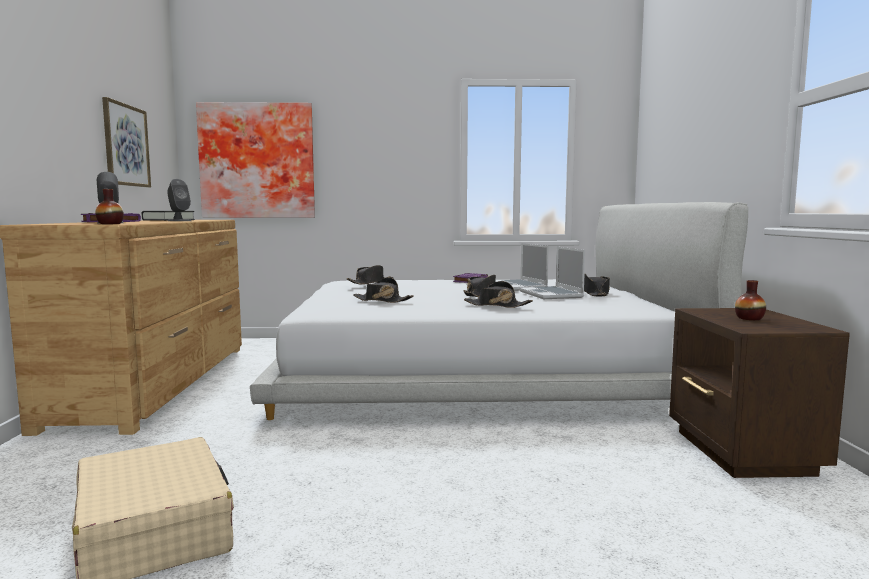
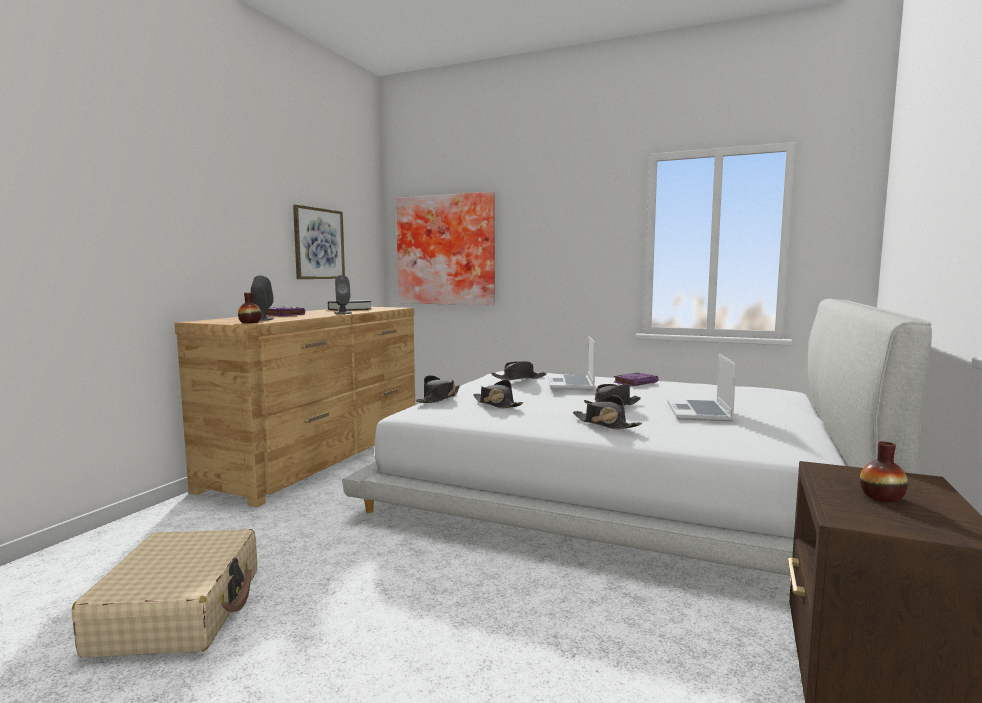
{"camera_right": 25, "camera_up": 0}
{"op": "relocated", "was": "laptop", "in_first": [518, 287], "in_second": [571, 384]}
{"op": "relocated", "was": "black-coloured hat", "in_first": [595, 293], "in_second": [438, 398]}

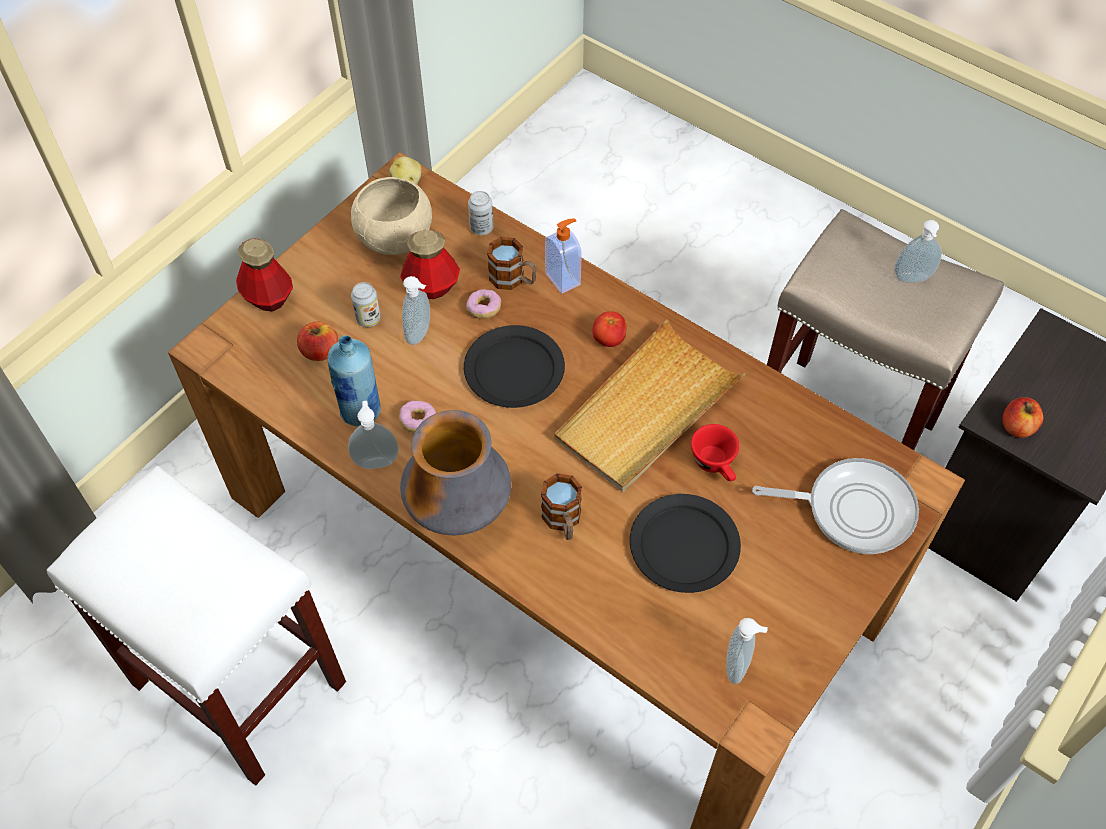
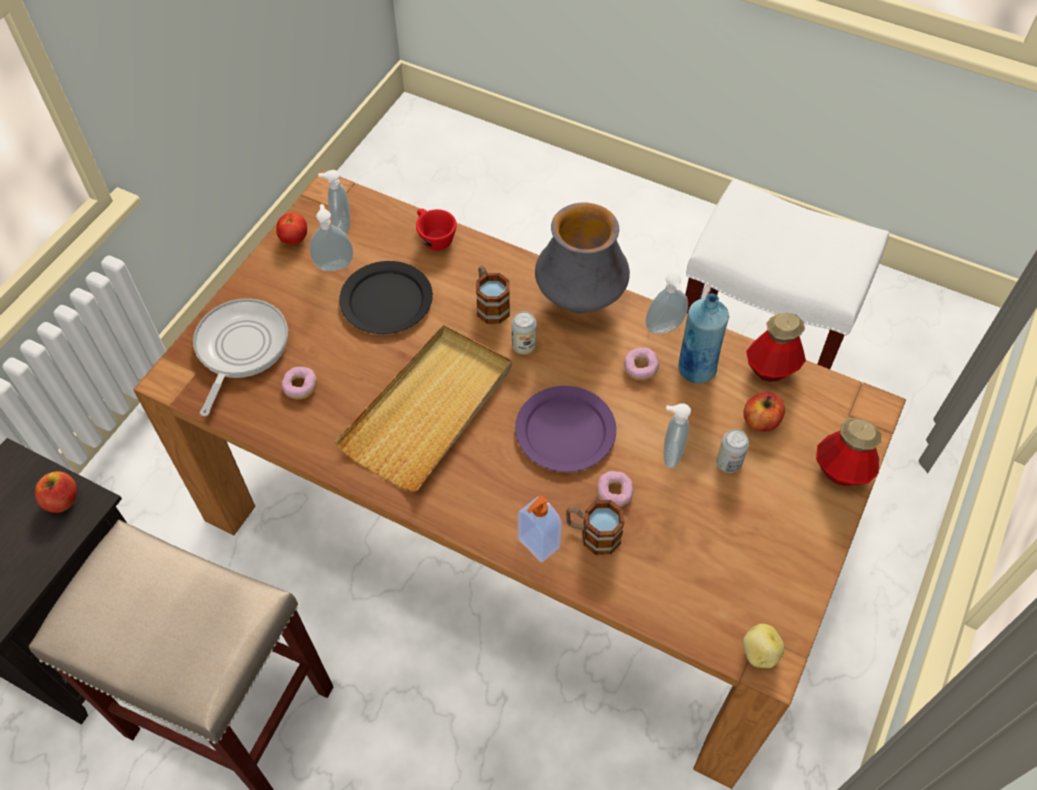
{"camera_right": 170, "camera_up": 0}
{"op": "missing", "was": "beige-coloured bowl", "in_first": [396, 237]}
{"op": "relocated", "was": "bottle", "in_first": [431, 287], "in_second": [771, 368]}
{"op": "colour", "was": "black-coloured dinner plate", "now": "purple dinner plate", "in_first": [515, 370], "in_second": [564, 431]}
{"op": "relocated", "was": "can", "in_first": [481, 228], "in_second": [524, 346]}
{"op": "relocated", "was": "fresh tomato", "in_first": [608, 339], "in_second": [294, 239]}
{"op": "relocated", "was": "red-coloured cup", "in_first": [716, 465], "in_second": [433, 238]}
{"op": "spun", "was": "frying pan", "in_first": [853, 509], "in_second": [240, 349], "clockwise": 105}
{"op": "relocated", "was": "liquid soap bottle", "in_first": [912, 279], "in_second": [334, 264]}
{"op": "appeared", "now": "ring doughnut", "in_second": [300, 387]}

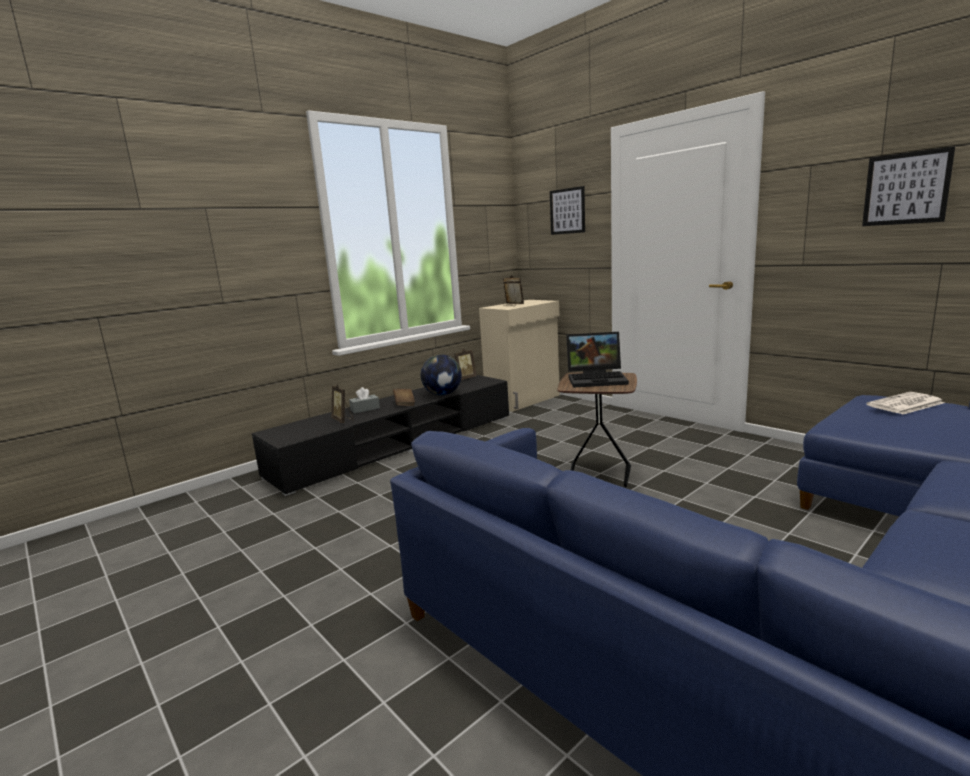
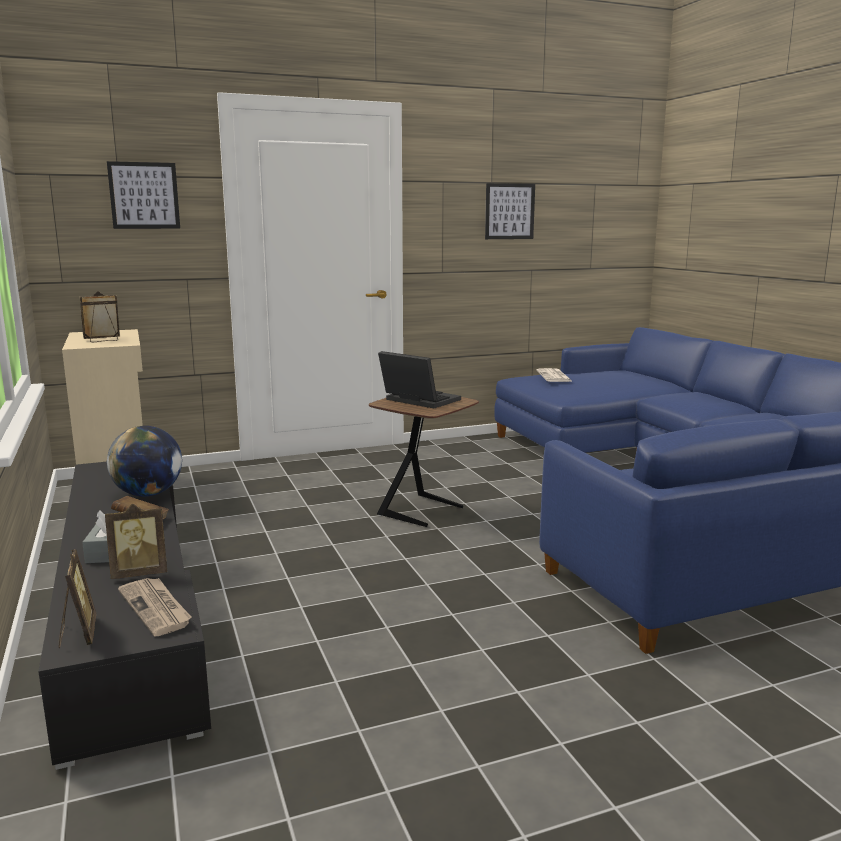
{"camera_right": -70, "camera_up": 0}
{"op": "relocated", "was": "picture frame", "in_first": [465, 378], "in_second": [78, 634]}
{"op": "spun", "was": "laptop", "in_first": [598, 379], "in_second": [417, 400], "clockwise": -75}
{"op": "appeared", "now": "printed paper", "in_second": [156, 608]}

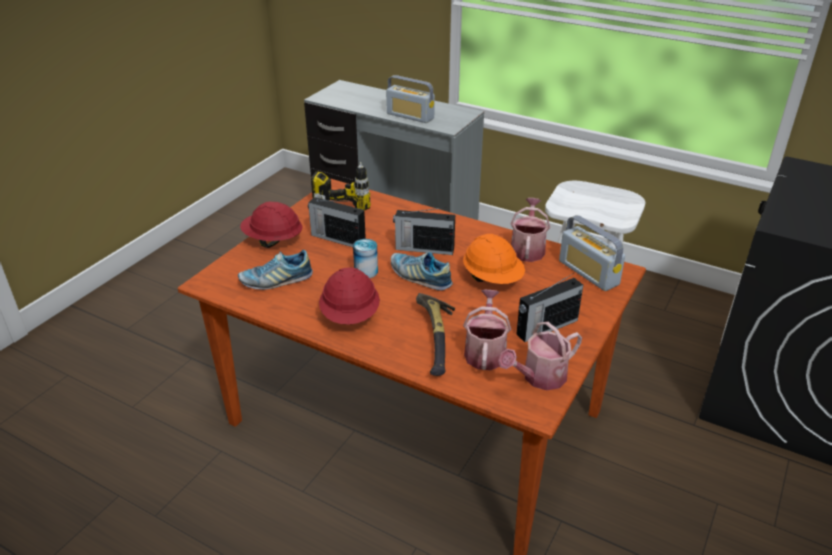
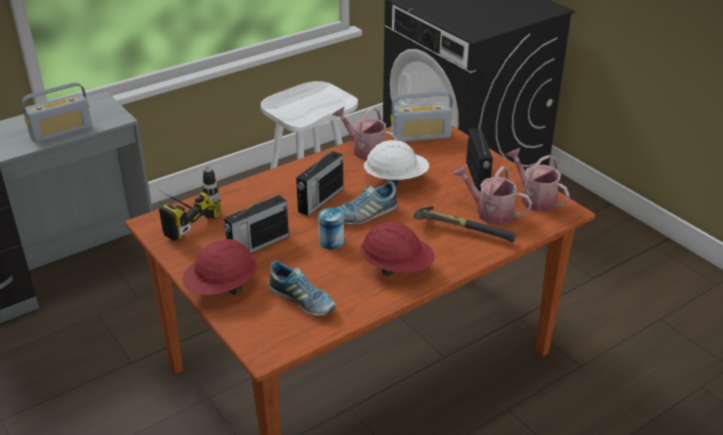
{"camera_right": -65, "camera_up": 0}
{"op": "spun", "was": "item of footwear", "in_first": [276, 280], "in_second": [302, 301], "clockwise": -60}
{"op": "colour", "was": "orange safety helmet", "now": "whitish safety helmet", "in_first": [493, 279], "in_second": [396, 179]}
{"op": "spun", "was": "sprinkling can", "in_first": [539, 378], "in_second": [534, 198], "clockwise": 150}

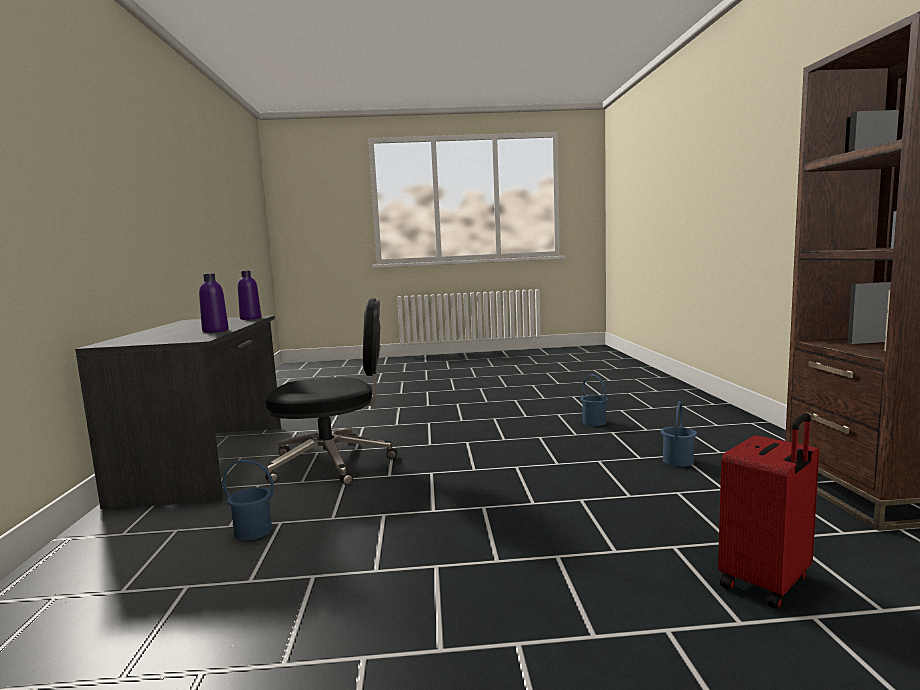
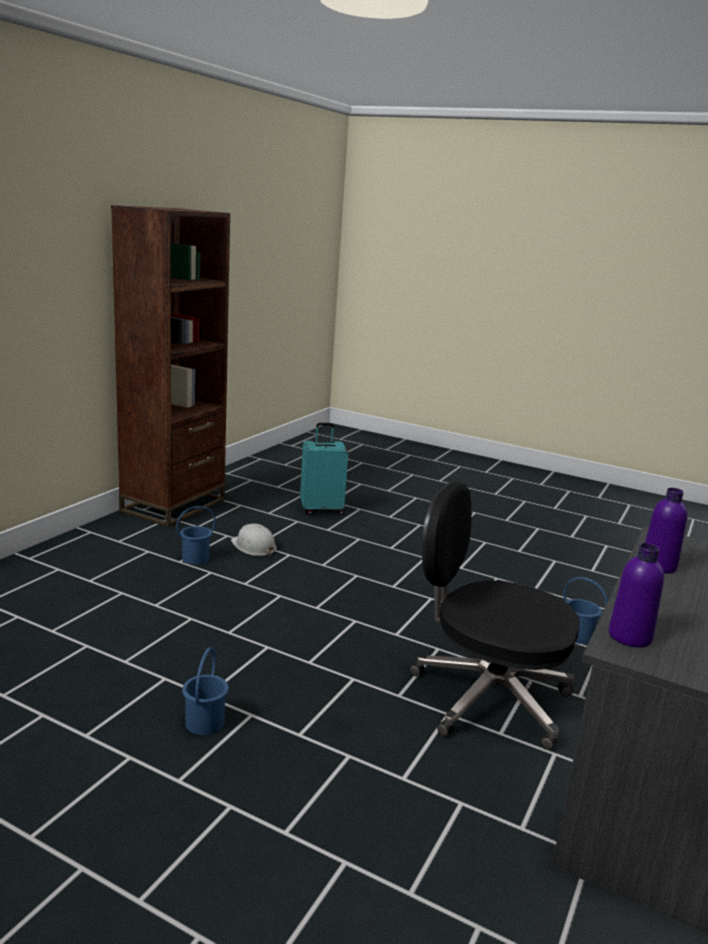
{"camera_right": -150, "camera_up": 10}
{"op": "relocated", "was": "bluish bucket", "in_first": [594, 422], "in_second": [204, 723]}
{"op": "colour", "was": "red-coloured suitcase", "now": "blue-green suitcase", "in_first": [767, 583], "in_second": [321, 509]}
{"op": "appeared", "now": "whitish safety helmet", "in_second": [253, 546]}

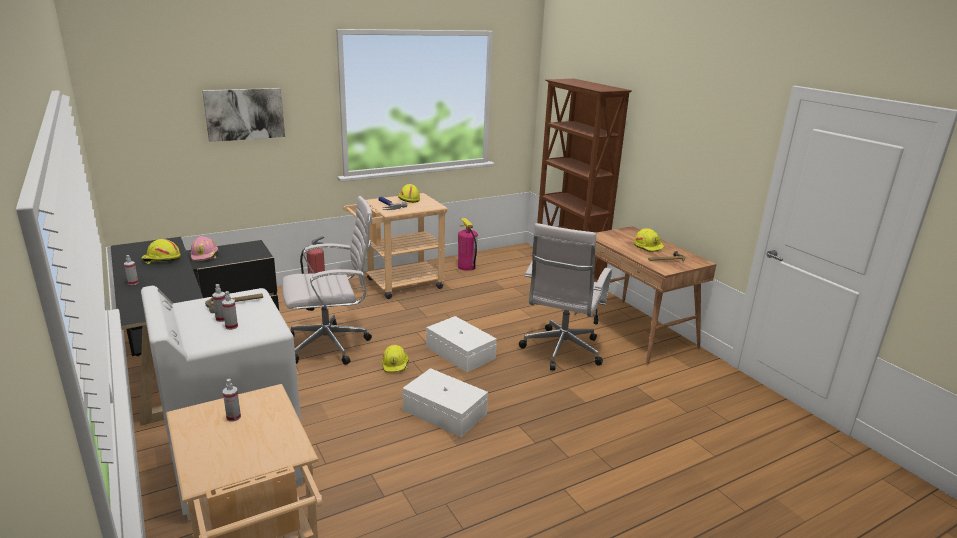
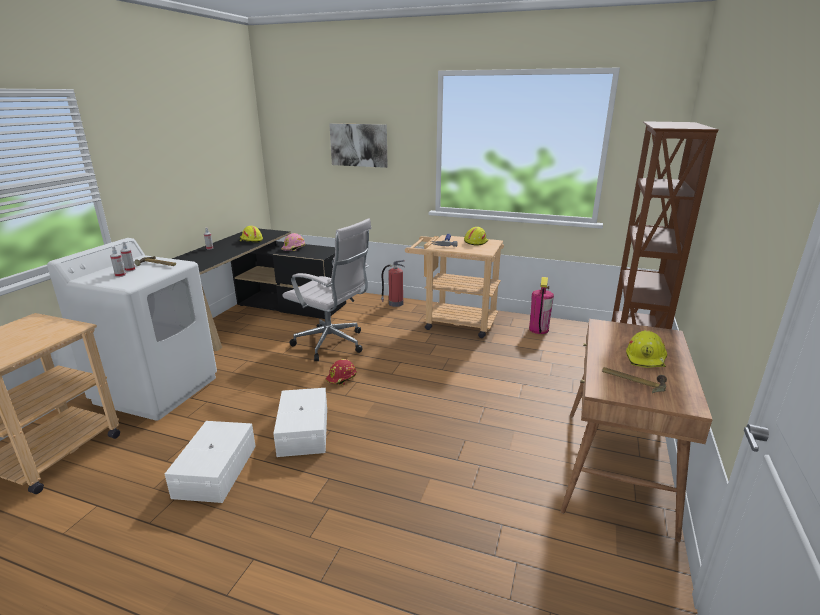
{"camera_right": 50, "camera_up": 0}
{"op": "missing", "was": "hand sprayer", "in_first": [233, 417]}
{"op": "colour", "was": "yellow safety helmet", "now": "red-coloured safety helmet", "in_first": [395, 365], "in_second": [341, 378]}
{"op": "relocated", "was": "whitish storage container", "in_first": [460, 352], "in_second": [217, 470]}
{"op": "missing", "was": "whitish office chair", "in_first": [561, 352]}

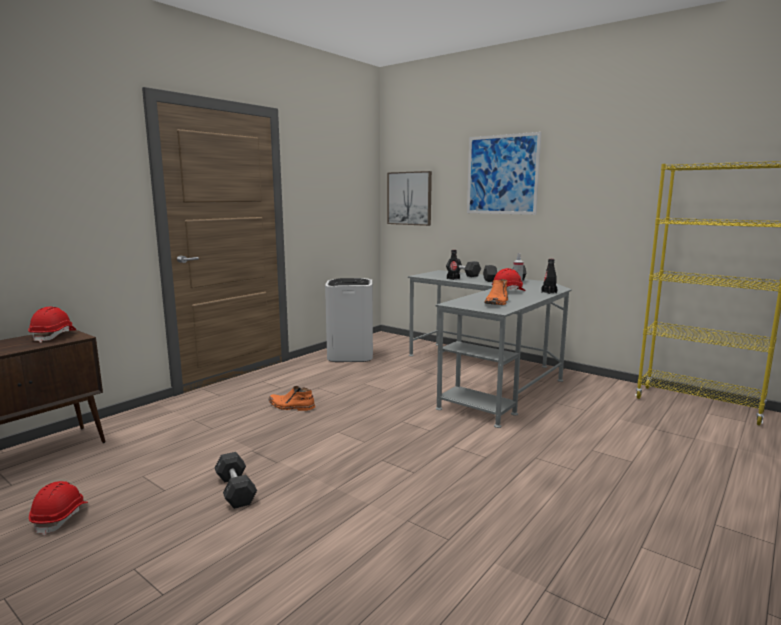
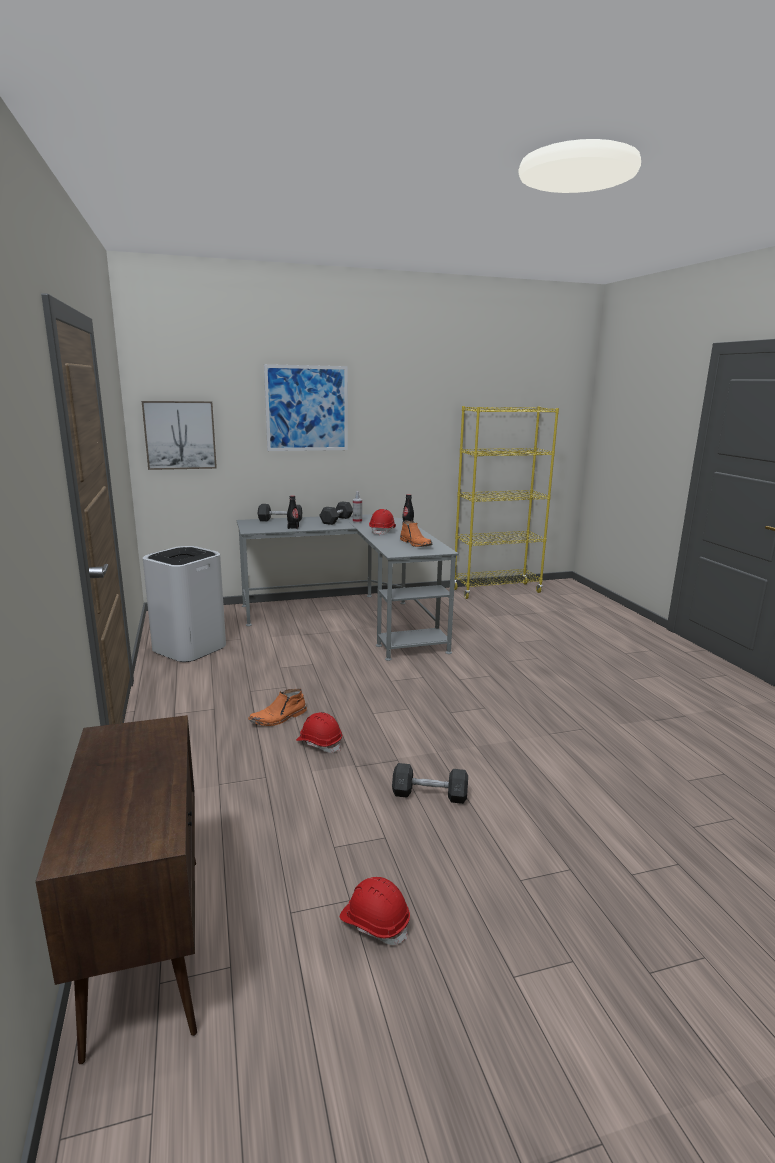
{"camera_right": -55, "camera_up": 5}
{"op": "relocated", "was": "red-coloured safety helmet", "in_first": [54, 336], "in_second": [319, 743]}

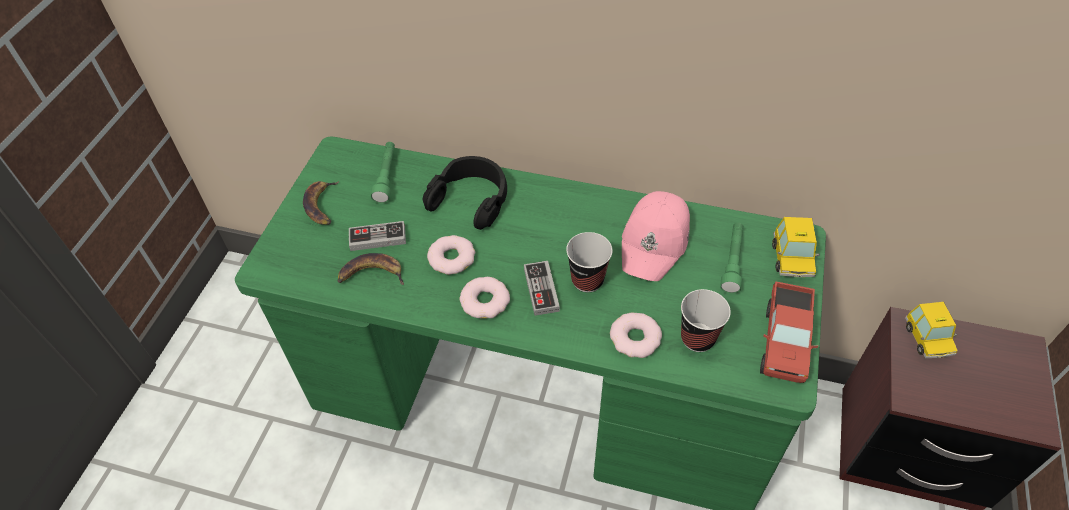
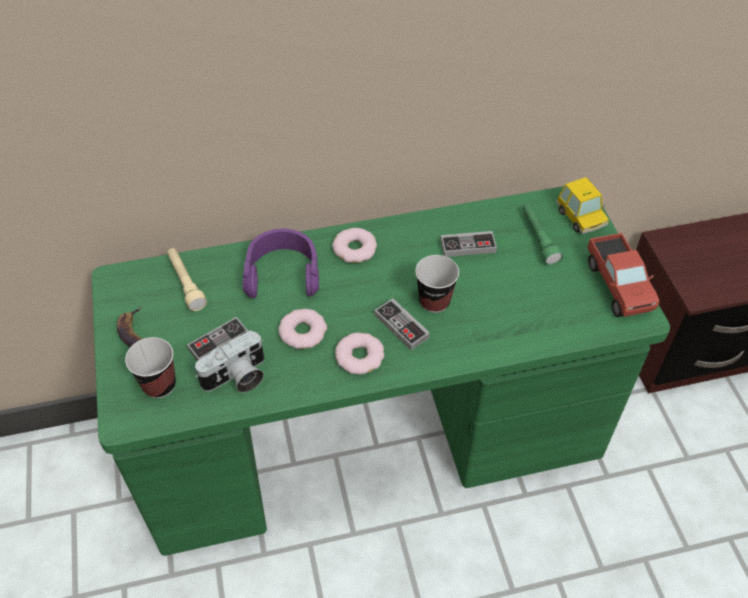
{"camera_right": -30, "camera_up": 0}
{"op": "exchanged", "was": "banana fruit", "now": "photo camera", "in_first": [371, 274], "in_second": [237, 378]}
{"op": "colour", "was": "greenish torch", "now": "beige-coloured torch", "in_first": [386, 176], "in_second": [186, 283]}
{"op": "colour", "was": "black-coloured headset", "now": "purple headset", "in_first": [471, 199], "in_second": [282, 272]}
{"op": "relocated", "was": "ring doughnut", "in_first": [635, 338], "in_second": [355, 249]}
{"op": "exchanged", "was": "pinkish peaked cap", "now": "gamepad", "in_first": [655, 242], "in_second": [468, 246]}
{"op": "relocated", "was": "cup", "in_first": [697, 338], "in_second": [159, 385]}
{"op": "missing", "was": "miniature car", "in_first": [927, 339]}

